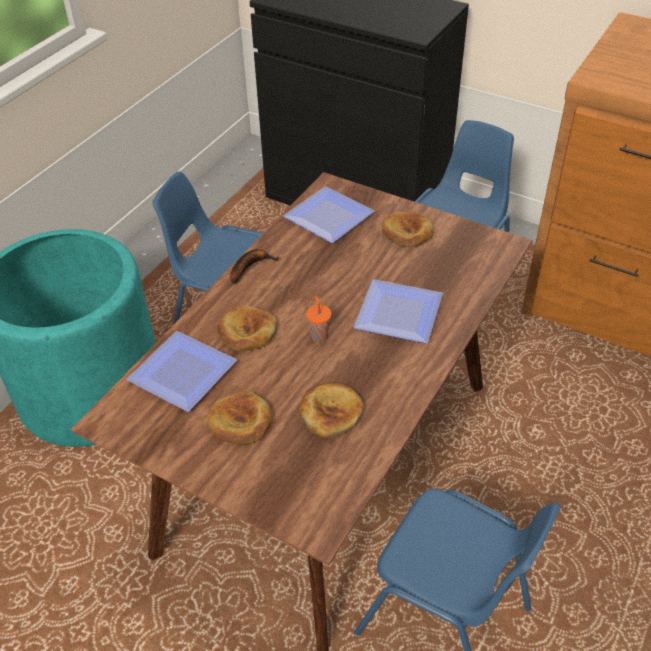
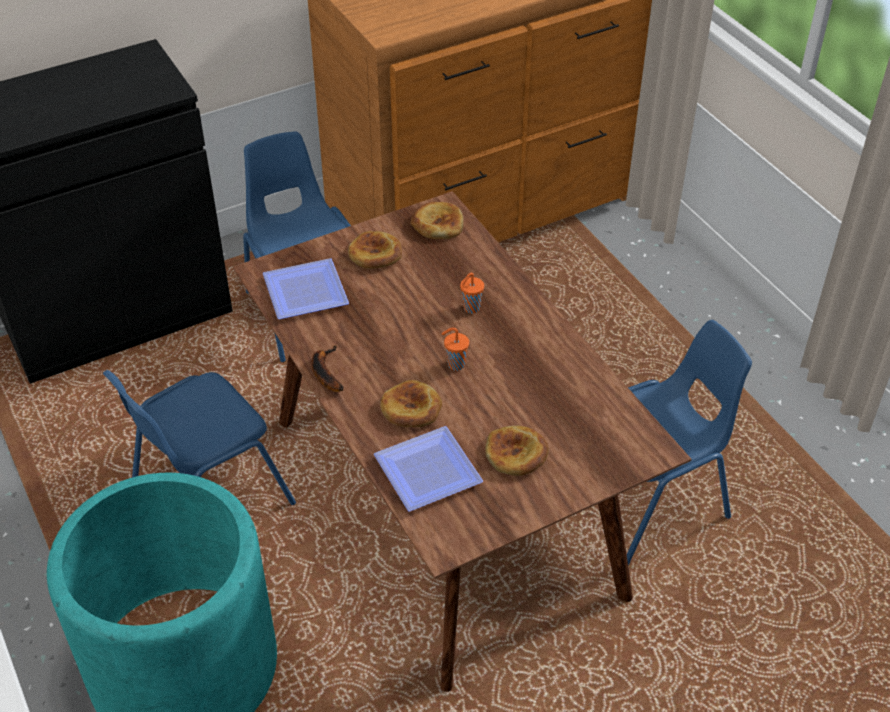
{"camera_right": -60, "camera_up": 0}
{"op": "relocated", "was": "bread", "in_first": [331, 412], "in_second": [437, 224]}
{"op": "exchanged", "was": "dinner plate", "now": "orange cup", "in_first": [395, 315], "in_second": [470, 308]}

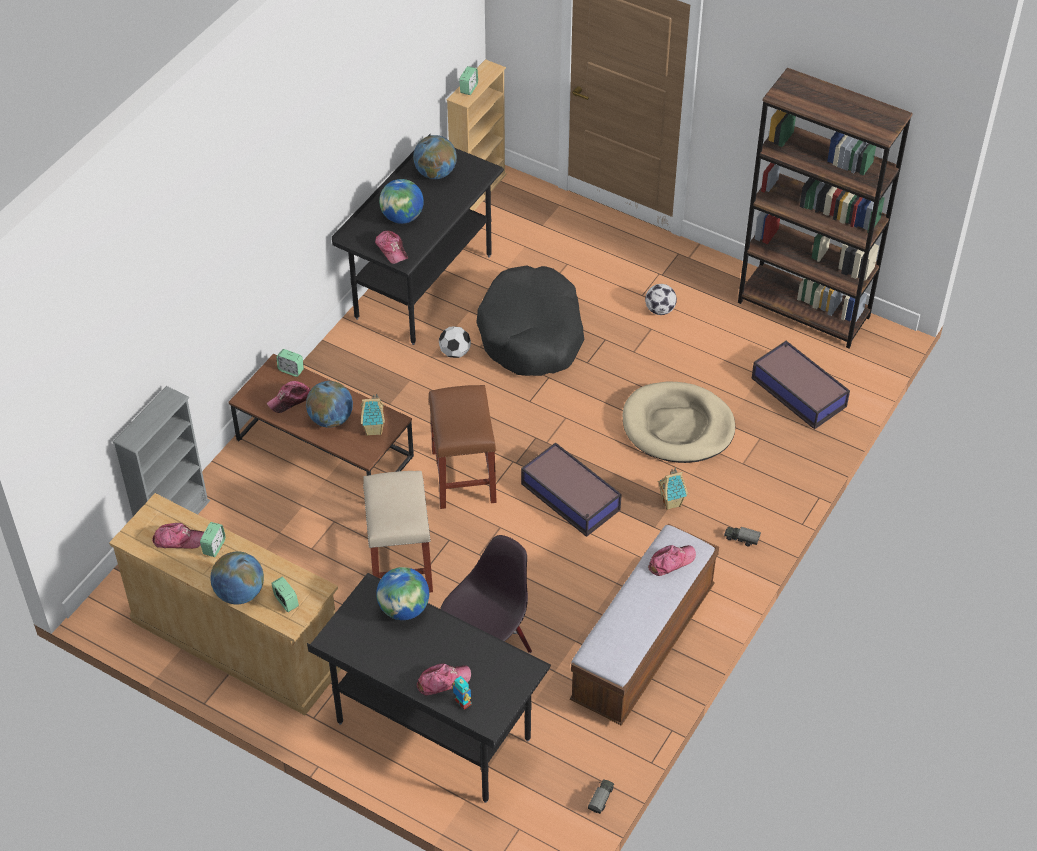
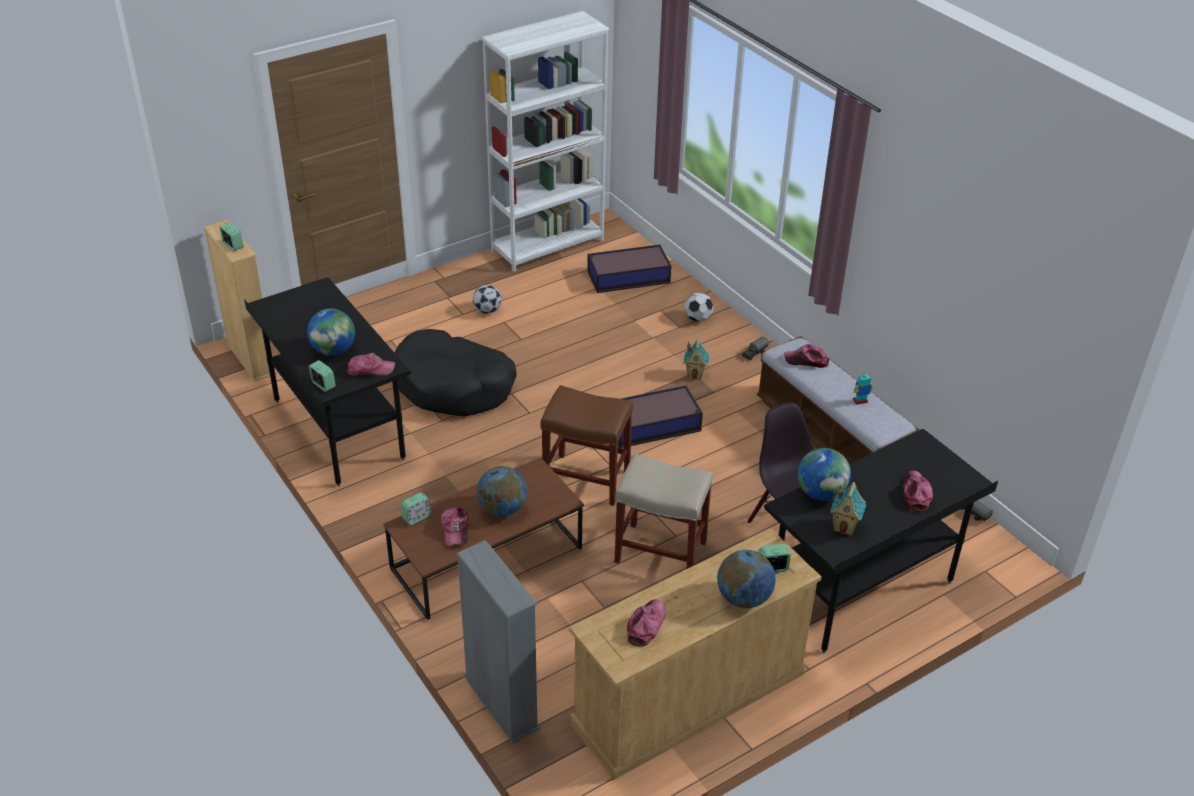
{"camera_right": -65, "camera_up": -10}
{"op": "relocated", "was": "table clock", "in_first": [214, 547], "in_second": [323, 385]}
{"op": "relocated", "was": "model house", "in_first": [374, 429], "in_second": [845, 527]}
{"op": "missing", "was": "desk globe", "in_first": [435, 173]}
{"op": "relocated", "was": "ball for football", "in_first": [455, 353], "in_second": [697, 318]}
{"op": "relocated", "was": "robot figure", "in_first": [462, 702], "in_second": [860, 401]}
{"op": "missing", "was": "beige-coloured pet bed", "in_first": [677, 426]}
{"op": "spun", "was": "peaked cap", "in_first": [671, 562], "in_second": [806, 360], "clockwise": -75}
{"op": "colour", "was": "brown bookcase", "now": "whitish bookcase", "in_first": [804, 310], "in_second": [548, 245]}

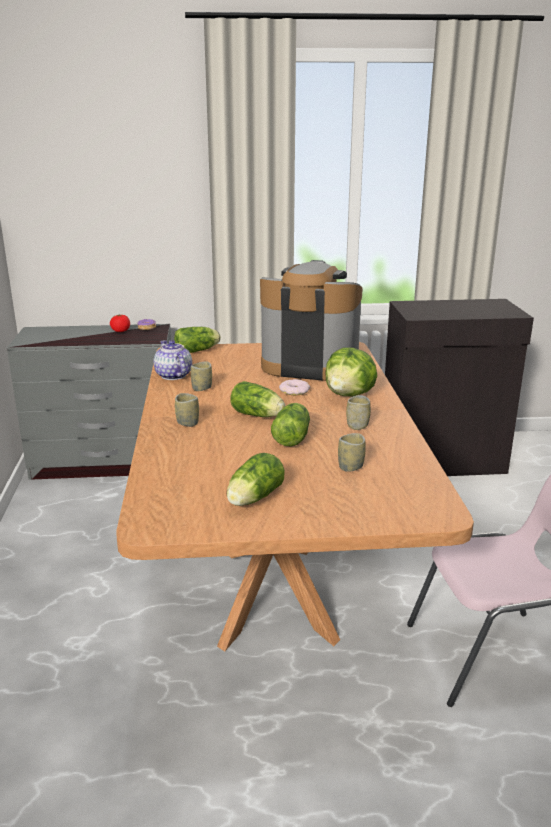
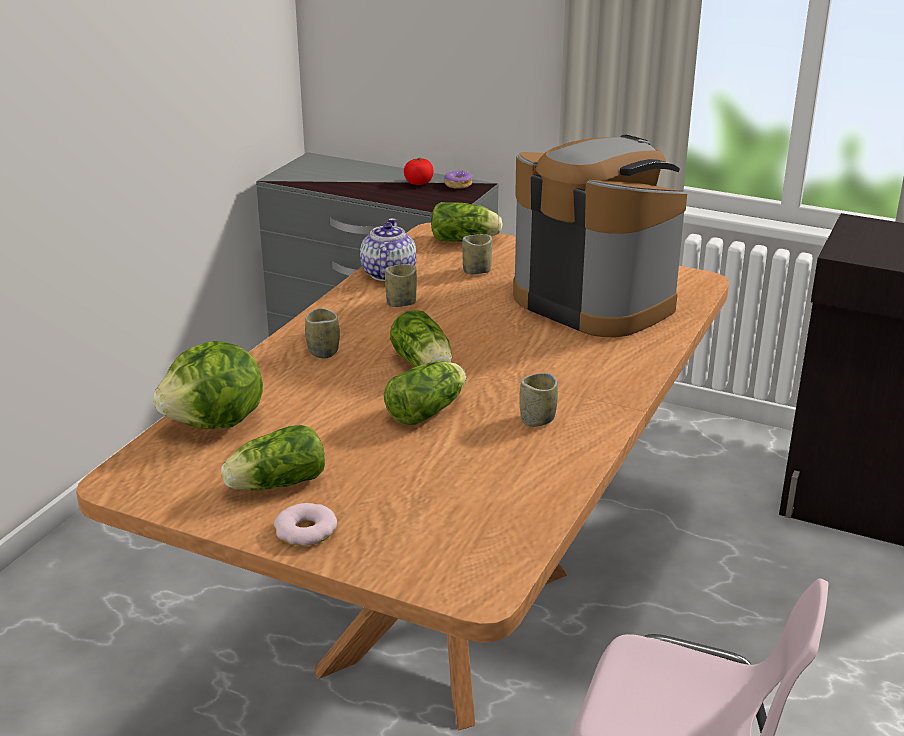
{"camera_right": 30, "camera_up": 5}
{"op": "relocated", "was": "ring doughnut", "in_first": [294, 391], "in_second": [306, 531]}
{"op": "relocated", "was": "lettuce head", "in_first": [349, 395], "in_second": [216, 424]}
{"op": "relocated", "was": "cup", "in_first": [350, 467], "in_second": [477, 271]}

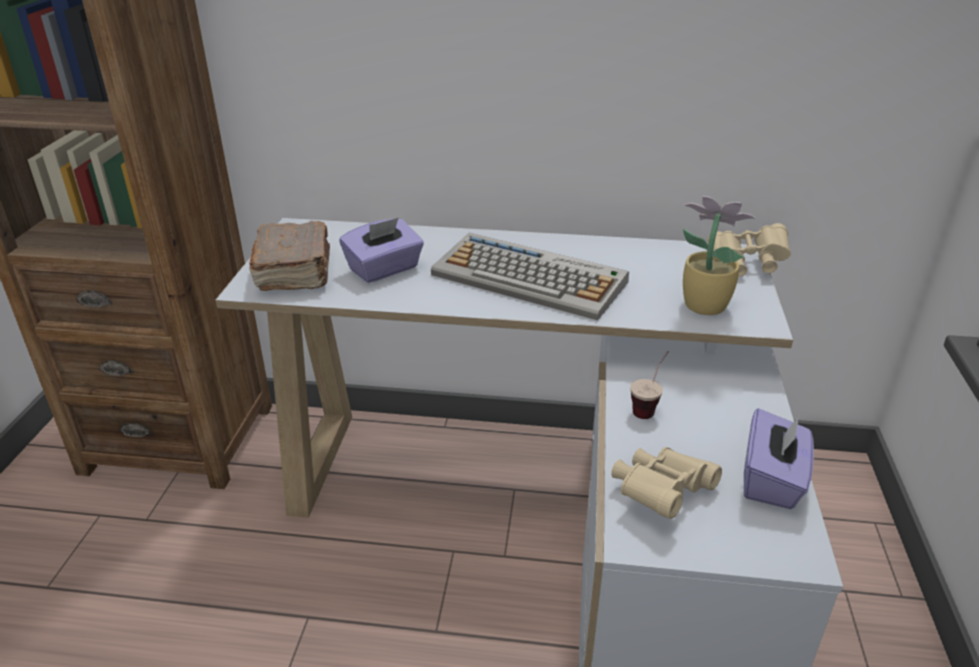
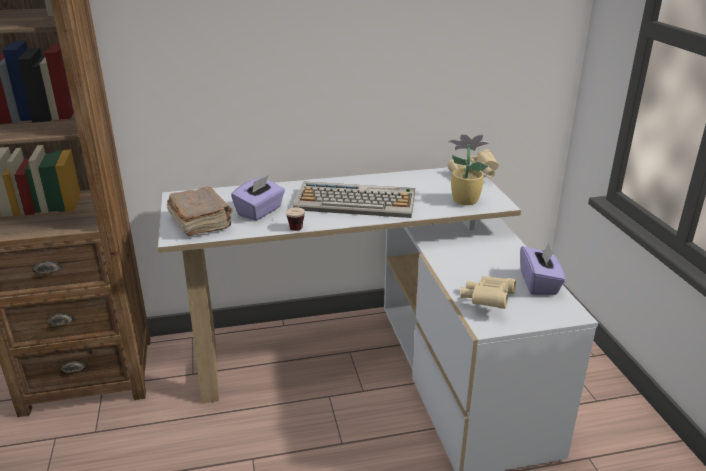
{"camera_right": -20, "camera_up": -5}
{"op": "relocated", "was": "cup", "in_first": [649, 406], "in_second": [298, 224]}

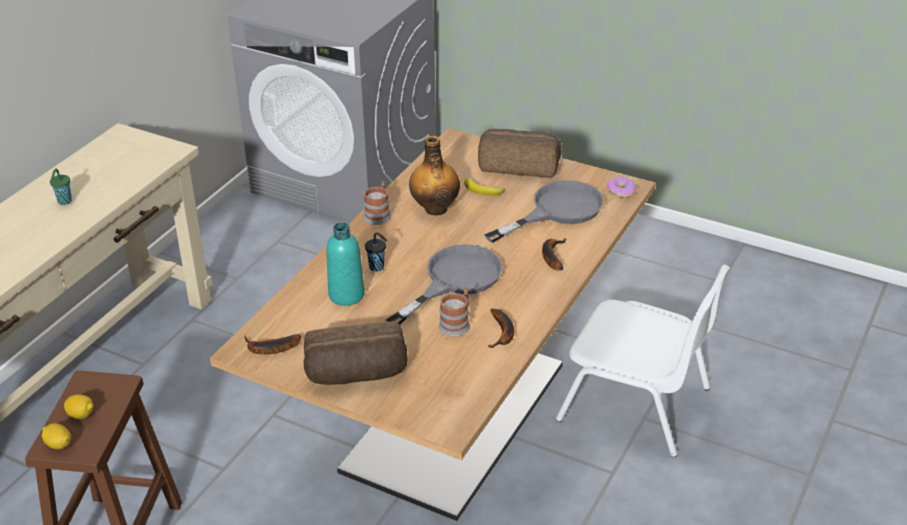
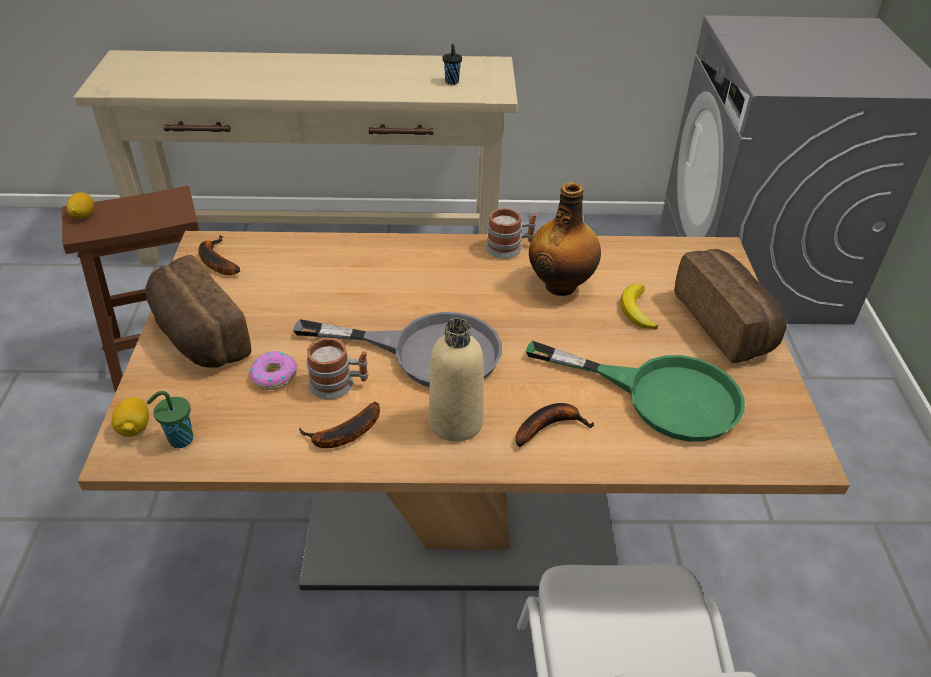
{"camera_right": 60, "camera_up": 5}
{"op": "relocated", "was": "greenish cup", "in_first": [64, 202], "in_second": [179, 440]}
{"op": "relocated", "was": "lemon", "in_first": [81, 415], "in_second": [134, 428]}
{"op": "missing", "was": "blue-green bottle", "in_first": [346, 295]}
{"op": "relocated", "was": "black-coloured cup", "in_first": [377, 267], "in_second": [452, 82]}
{"op": "colour", "was": "grey frying pan", "now": "greenish frying pan", "in_first": [557, 211], "in_second": [660, 395]}
{"op": "relocated", "was": "ring doughnut", "in_first": [621, 191], "in_second": [274, 376]}
{"op": "appeared", "now": "beige-coloured bottle", "in_second": [455, 422]}

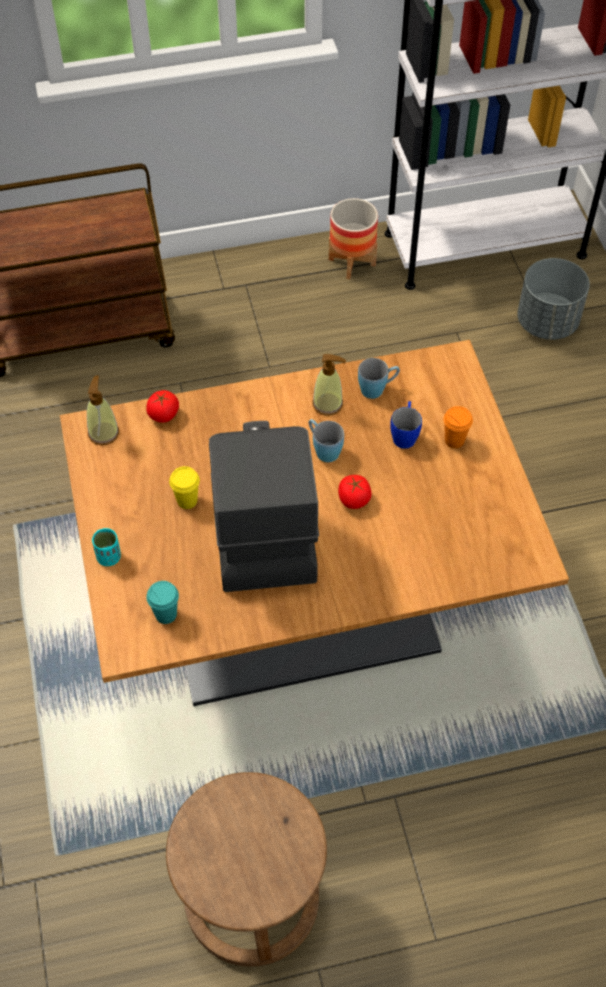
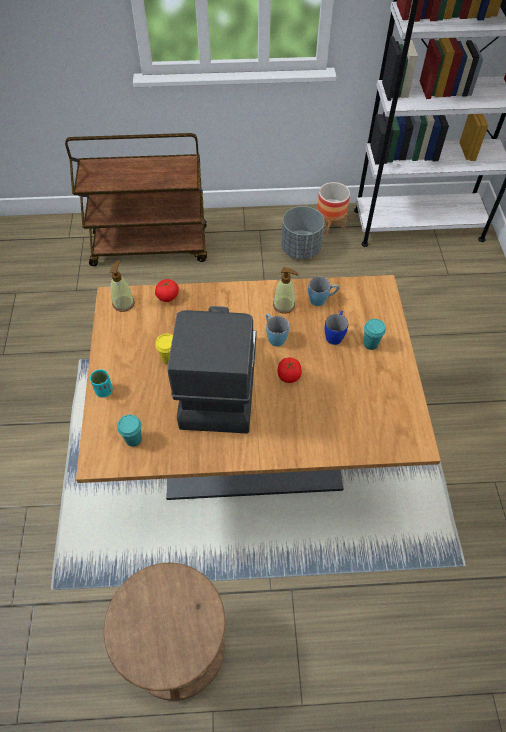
{"camera_right": 10, "camera_up": 0}
{"op": "colour", "was": "orange cup", "now": "blue-green cup", "in_first": [454, 440], "in_second": [370, 344]}
{"op": "relocated", "was": "grey plant pot", "in_first": [547, 322], "in_second": [301, 249]}

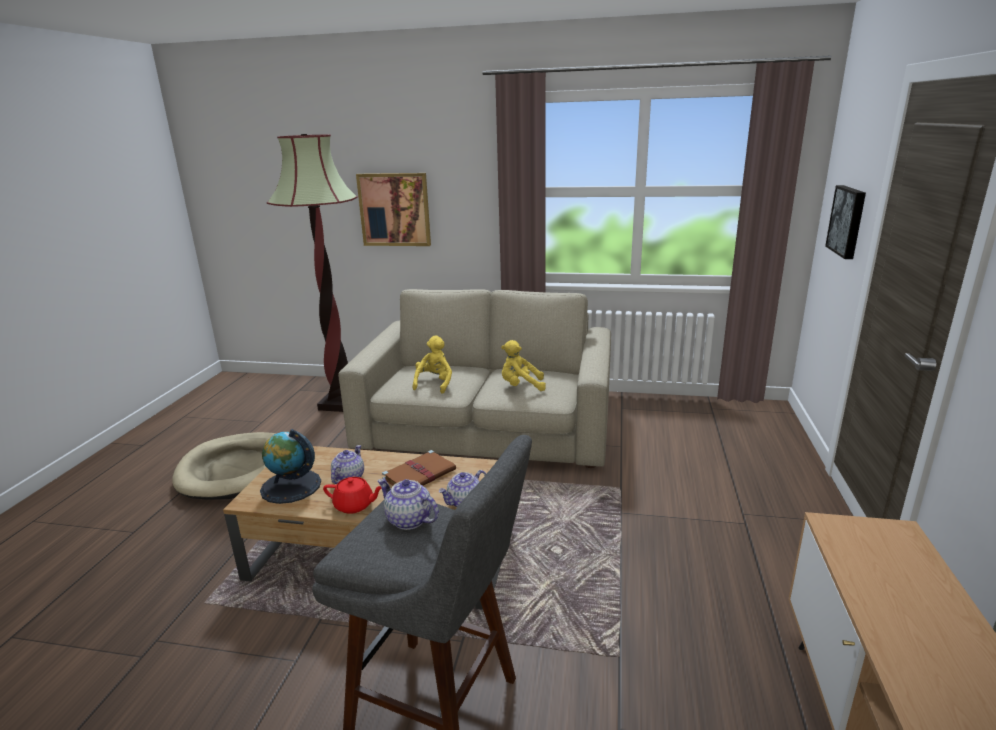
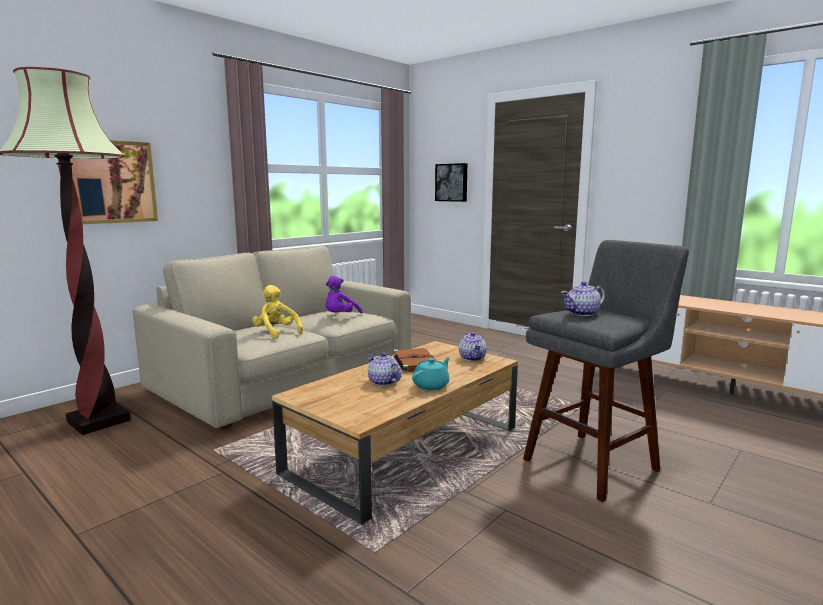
{"camera_right": -60, "camera_up": -10}
{"op": "missing", "was": "beige-coloured pet bed", "in_first": [237, 470]}
{"op": "missing", "was": "desk globe", "in_first": [290, 486]}
{"op": "colour", "was": "red-coloured tea pot", "now": "blue-green tea pot", "in_first": [354, 505], "in_second": [431, 386]}
{"op": "colour", "was": "yellow plush toy", "now": "purple plush toy", "in_first": [521, 386], "in_second": [340, 316]}

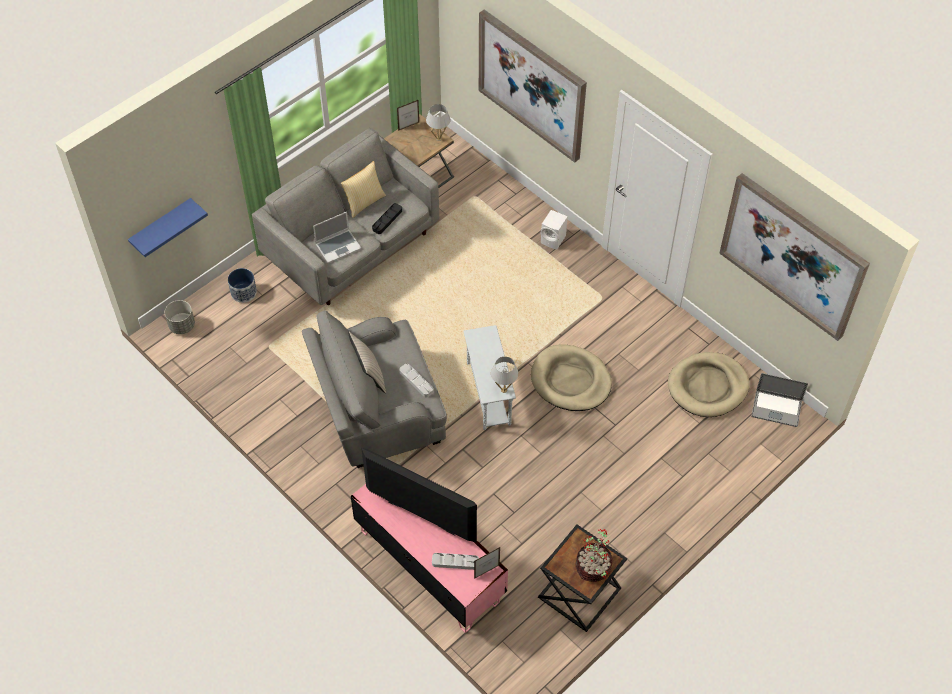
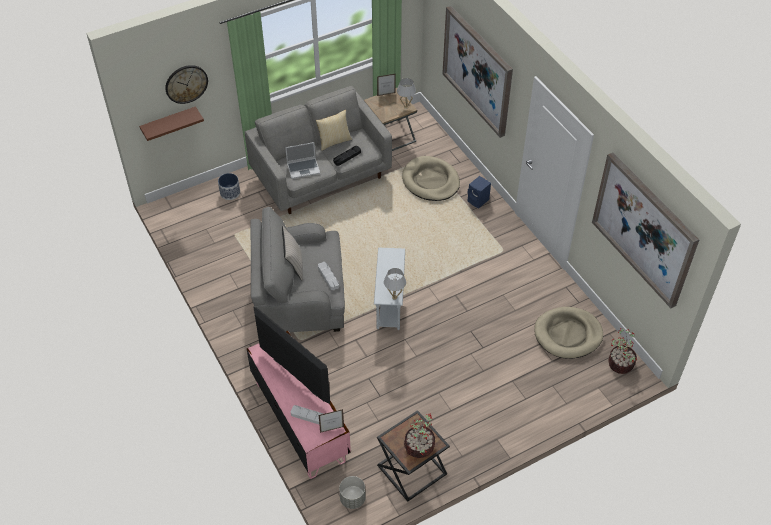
{"camera_right": 15, "camera_up": -5}
{"op": "colour", "was": "bluish shelf", "now": "brown shelf", "in_first": [161, 226], "in_second": [169, 123]}
{"op": "relocated", "was": "grey plant pot", "in_first": [182, 325], "in_second": [352, 498]}
{"op": "relocated", "was": "beige-coloured pet bed", "in_first": [570, 380], "in_second": [431, 181]}
{"op": "colour", "was": "whitish loudspeaker", "now": "bluish loudspeaker", "in_first": [553, 240], "in_second": [478, 201]}
{"op": "exchanged", "was": "laptop", "now": "houseplant", "in_first": [776, 408], "in_second": [620, 363]}
{"op": "appeared", "now": "hanging clock", "in_second": [186, 84]}

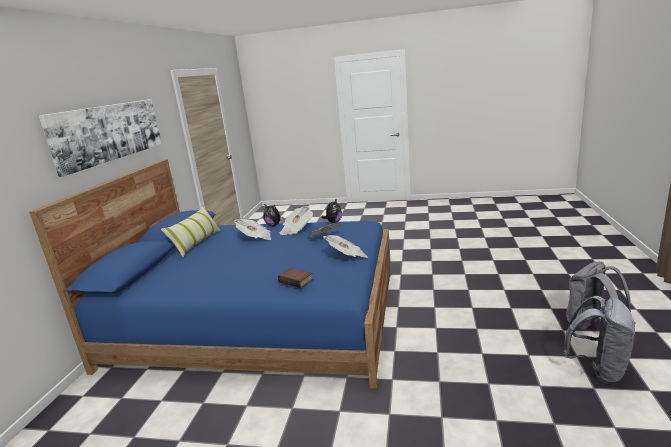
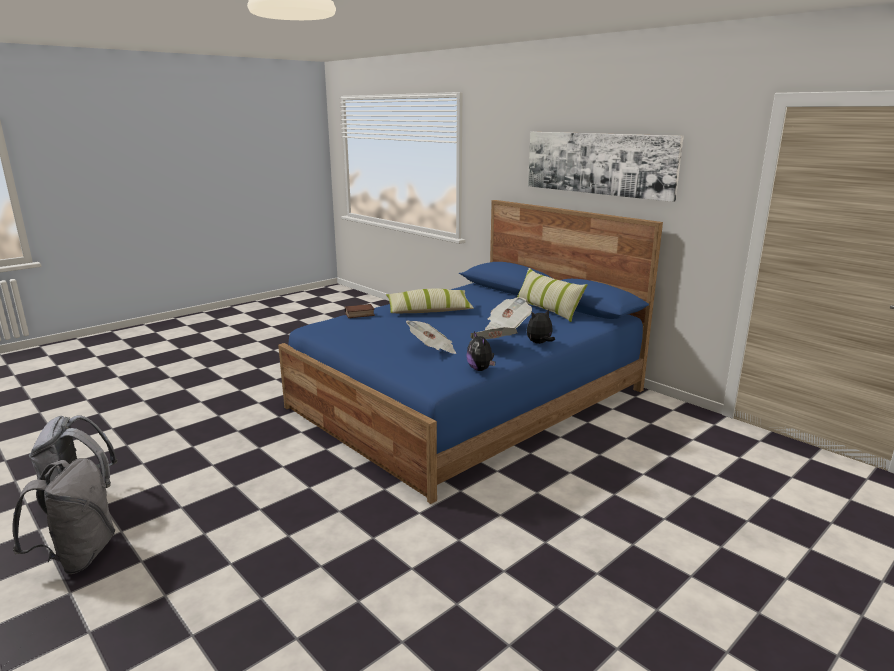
{"camera_right": 125, "camera_up": 0}
{"op": "missing", "was": "printed paper", "in_first": [347, 257]}
{"op": "appeared", "now": "throw pillow", "in_second": [429, 311]}

